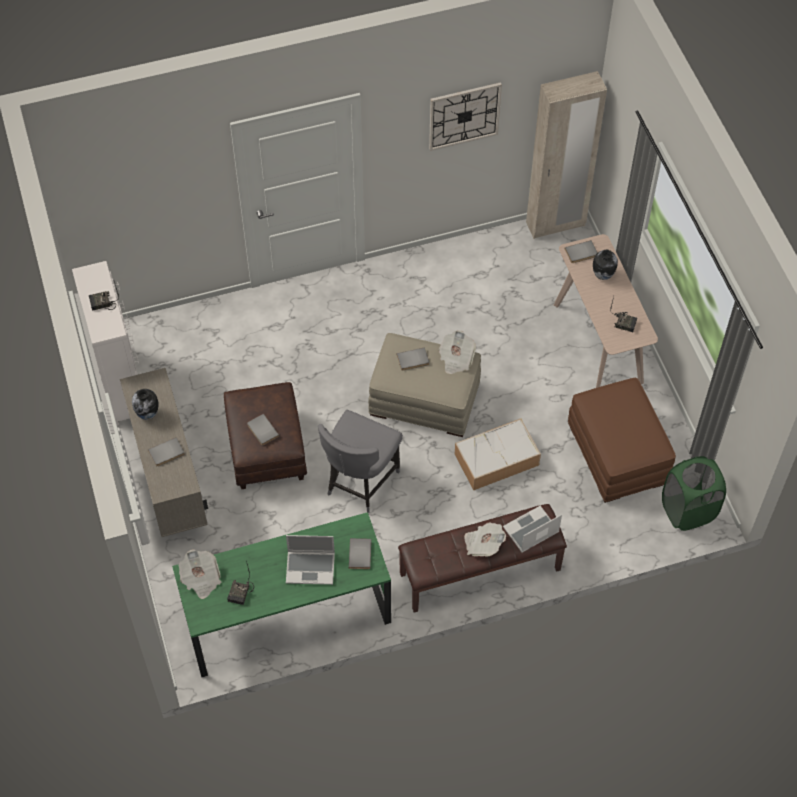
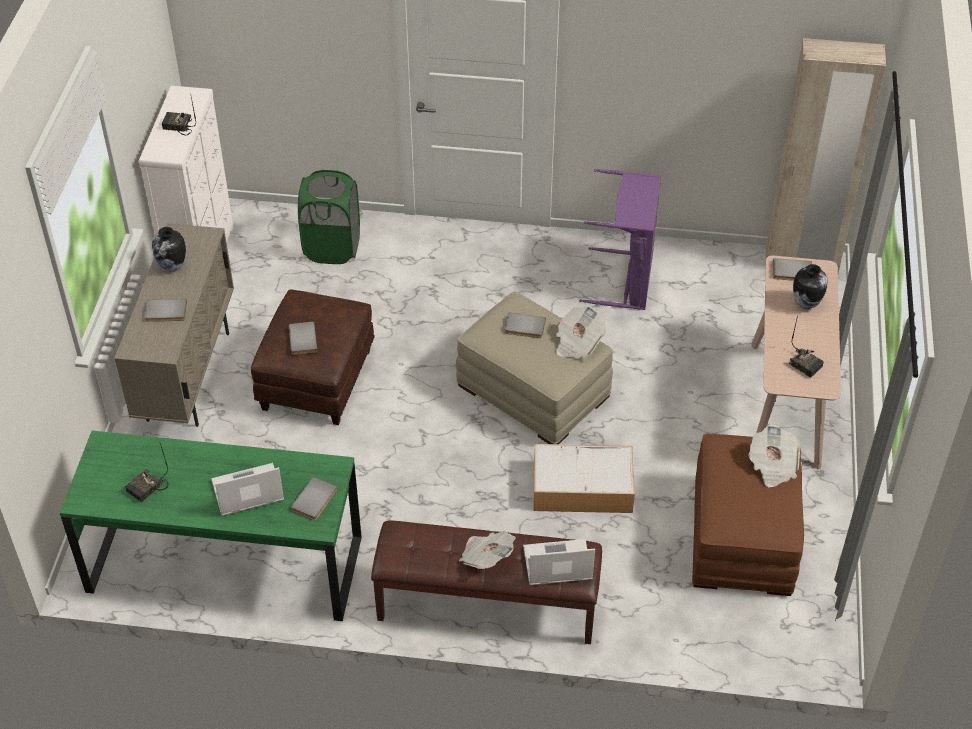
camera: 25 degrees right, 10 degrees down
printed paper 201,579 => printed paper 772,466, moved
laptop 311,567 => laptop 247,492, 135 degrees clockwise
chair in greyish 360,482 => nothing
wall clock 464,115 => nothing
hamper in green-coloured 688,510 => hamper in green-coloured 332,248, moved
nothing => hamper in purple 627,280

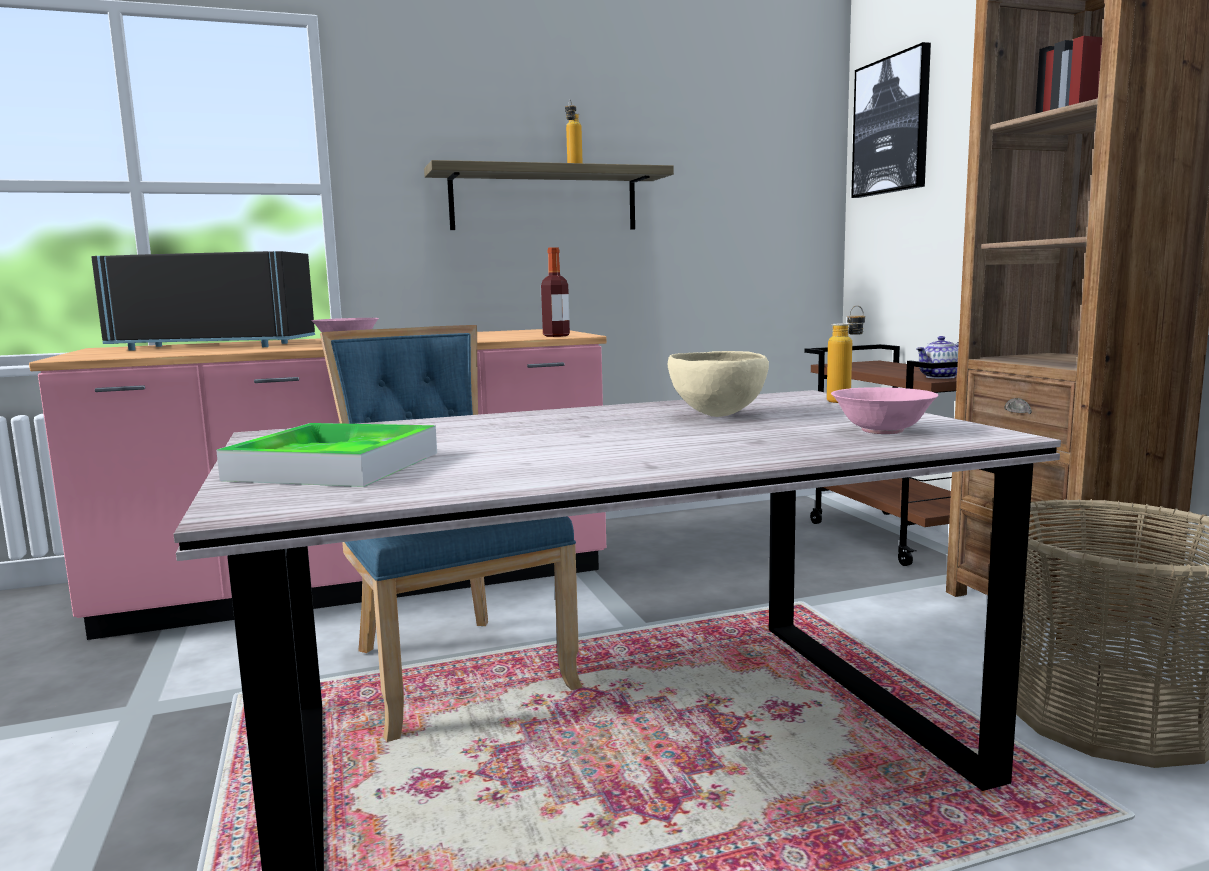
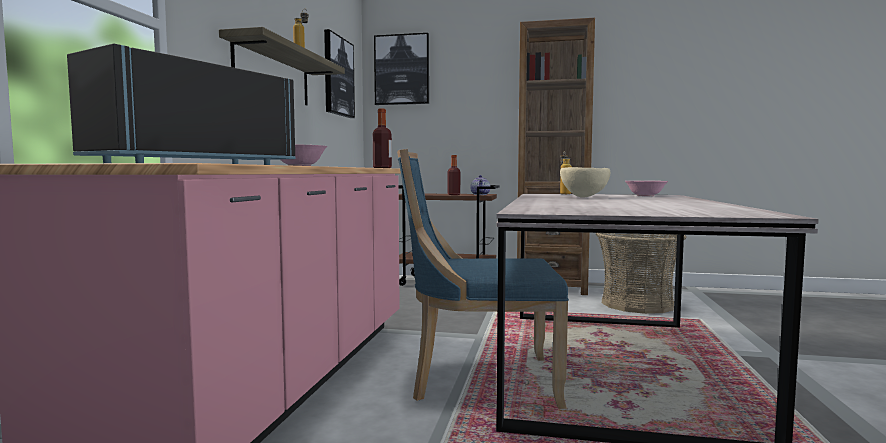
camera: 60 degrees left, 5 degrees down
tray 335,466 => nothing
nothing => picture 338,76
nothing => beverage bottle 453,194

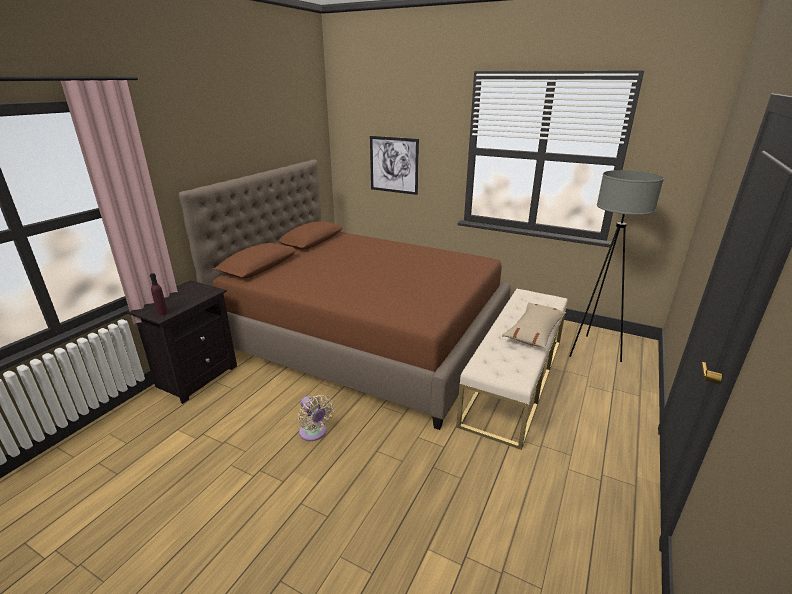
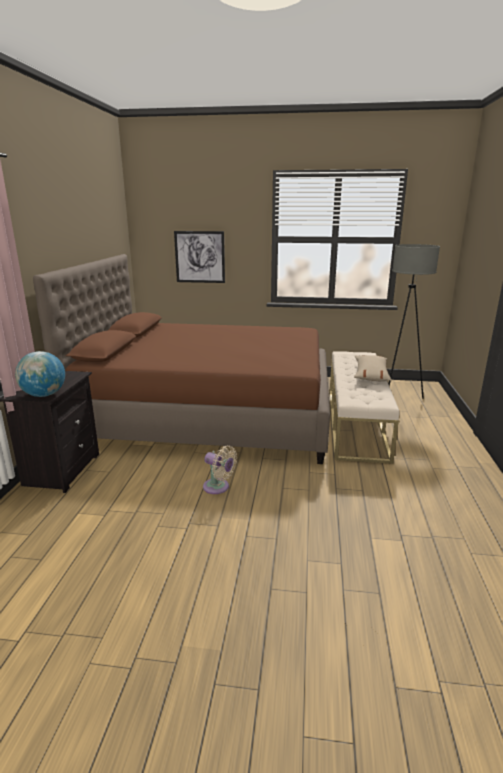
camera: 20 degrees left, 5 degrees down
beverage bottle in purple 162,313 => globe 44,395

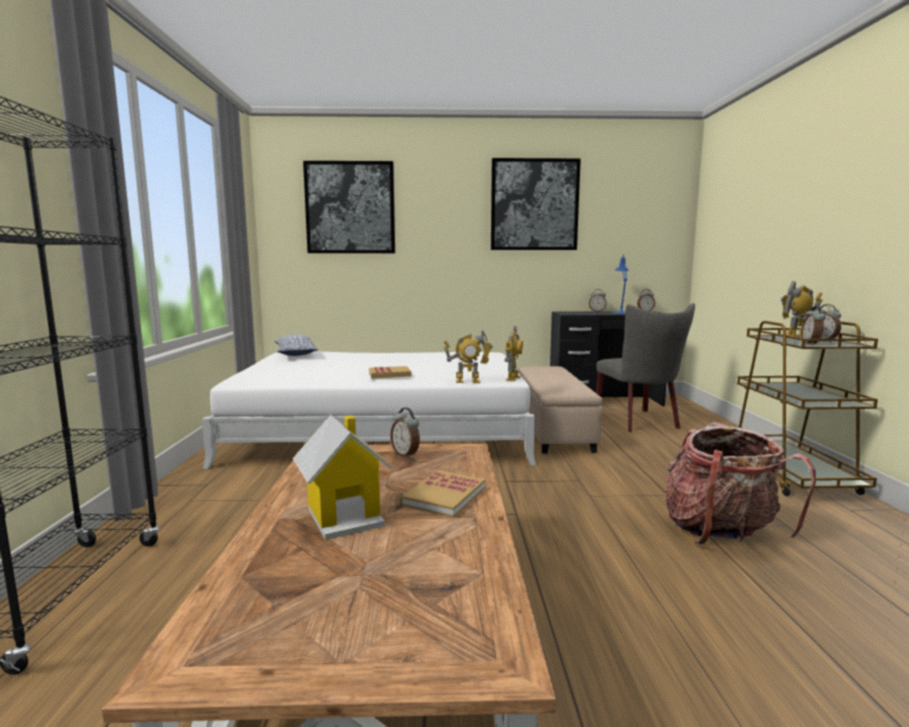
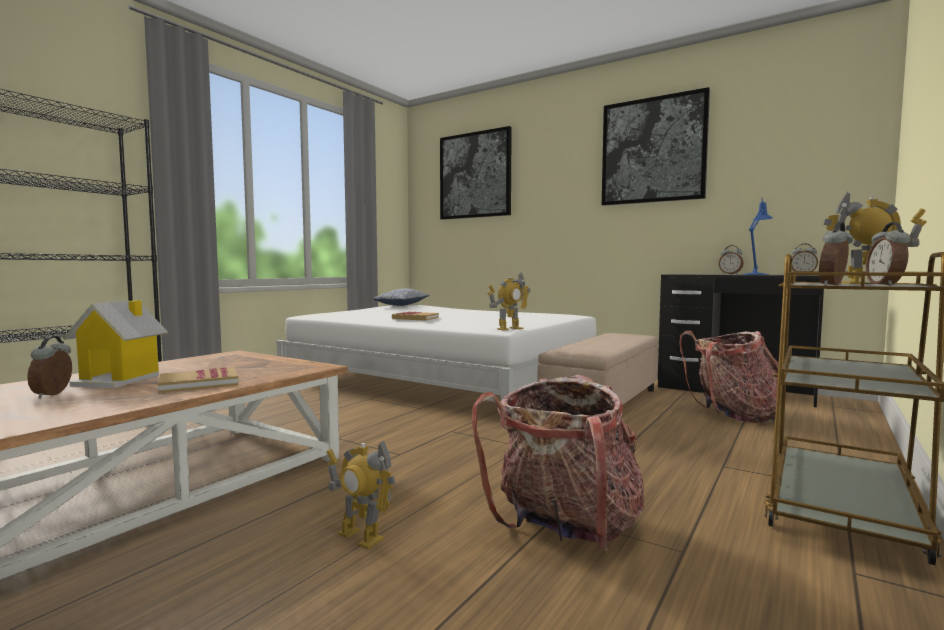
camera: 35 degrees right, 5 degrees down
bedside clock 406,454 => bedside clock 54,394, moved
model robot 467,381 => model robot 360,537, moved
chair in greyish 639,422 => backpack 734,415

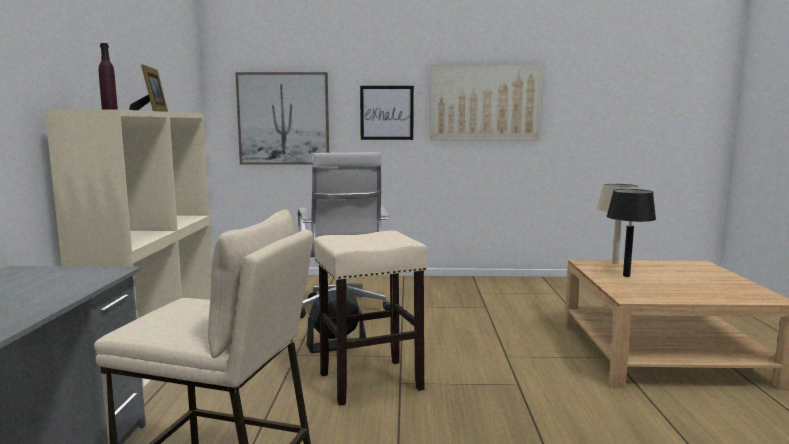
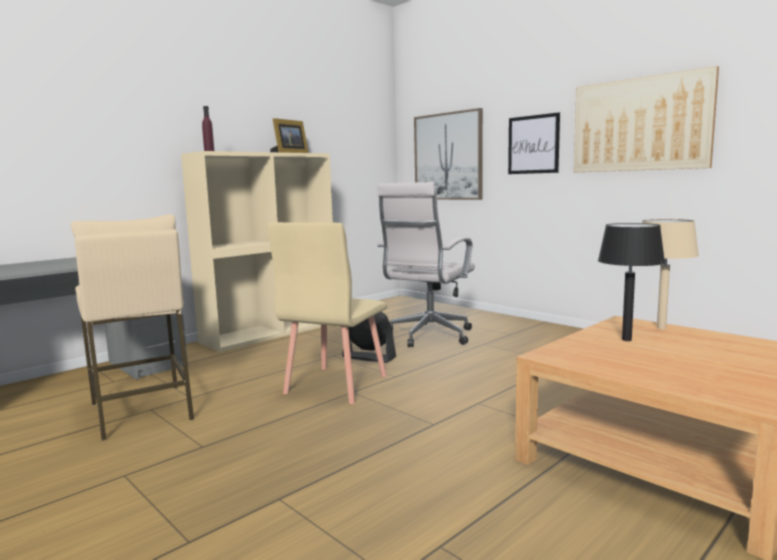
camera: 45 degrees right, 0 degrees up
sitting stool in beige 369,382 => chair in beige 335,385

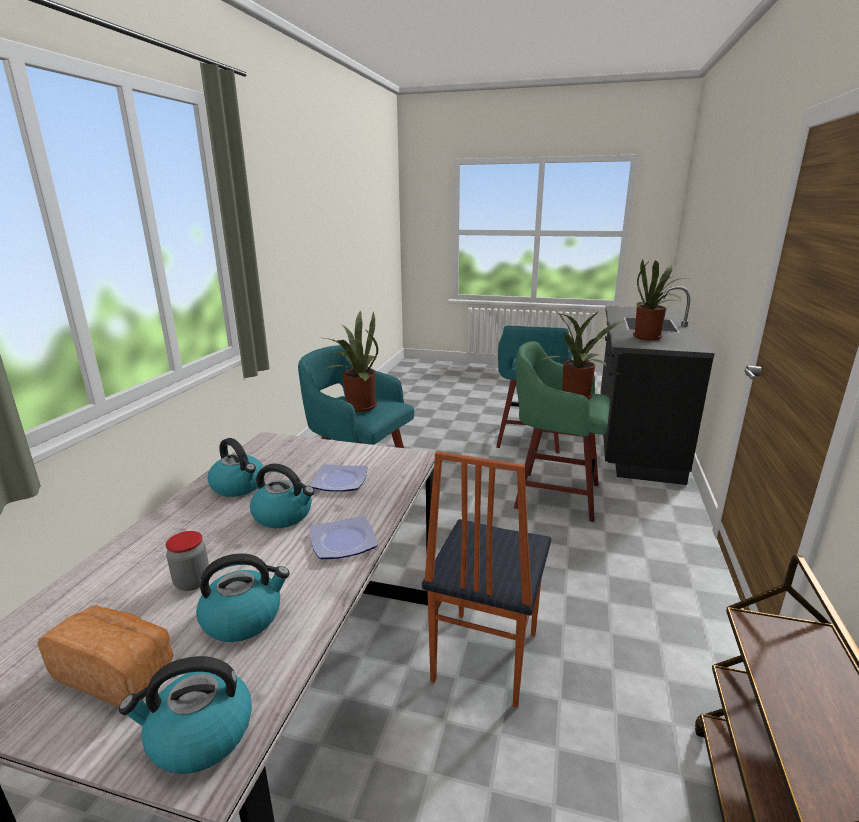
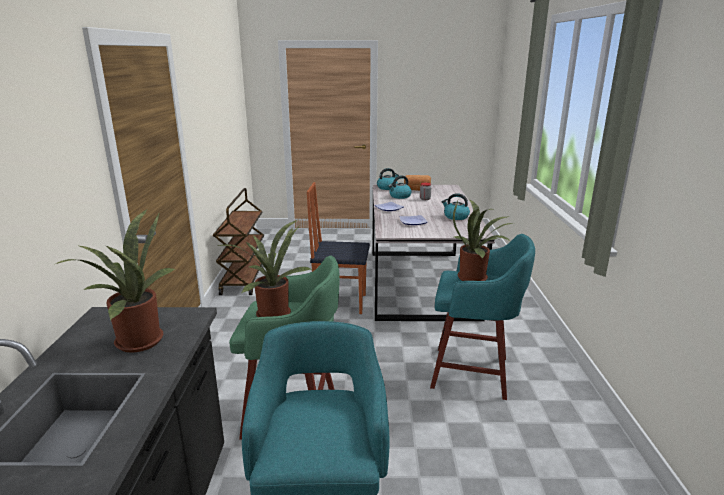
camera: 165 degrees right, 0 degrees up
kettle 284,515 => nothing
chair 483,656 => chair 340,302, 90 degrees counterclockwise

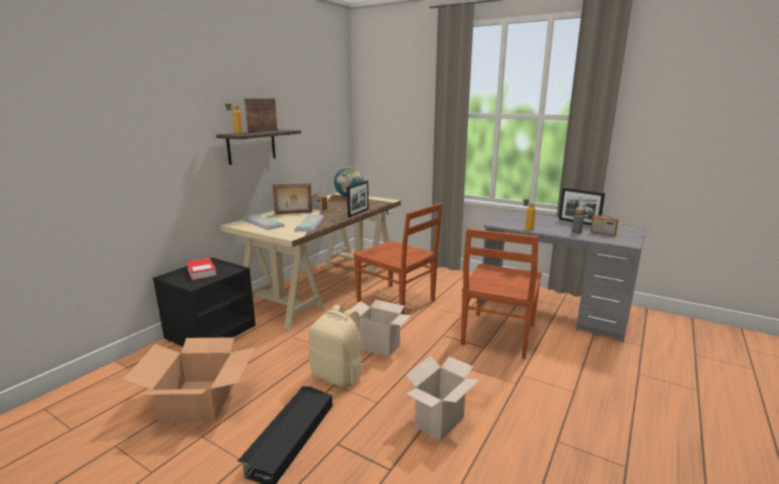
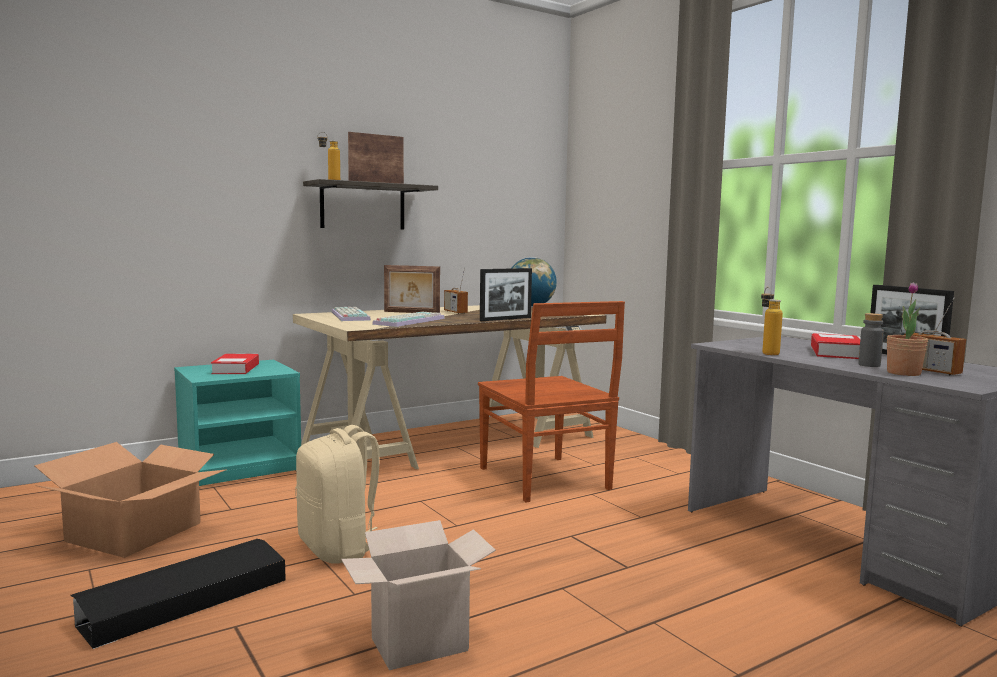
camera: 25 degrees right, 10 degrees down
bedside table in black-coloured 211,332 => bedside table in blue-green 240,466
cardboard box 381,346 => nothing
chair in brown-coloured 498,335 => nothing
nothing => volume 836,352
nothing => potted plant 903,373

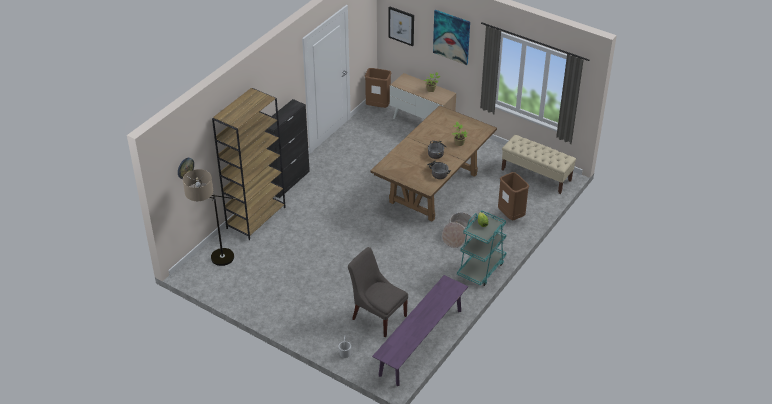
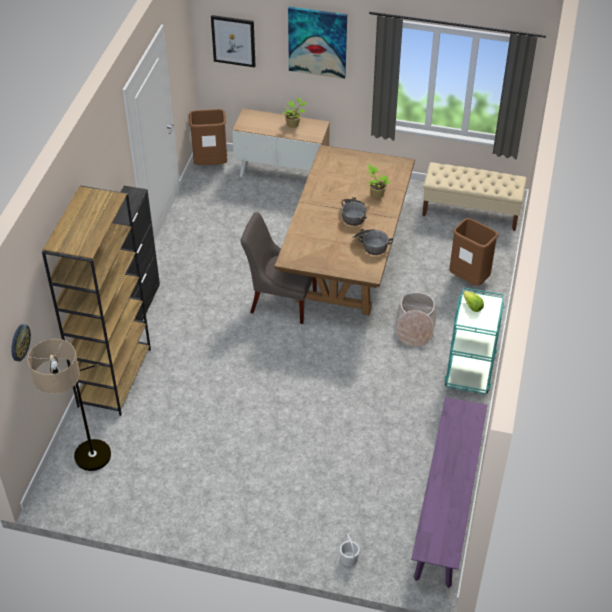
camera: 20 degrees left, 5 degrees up
chair in greyish 377,316 => chair in greyish 280,300, moved

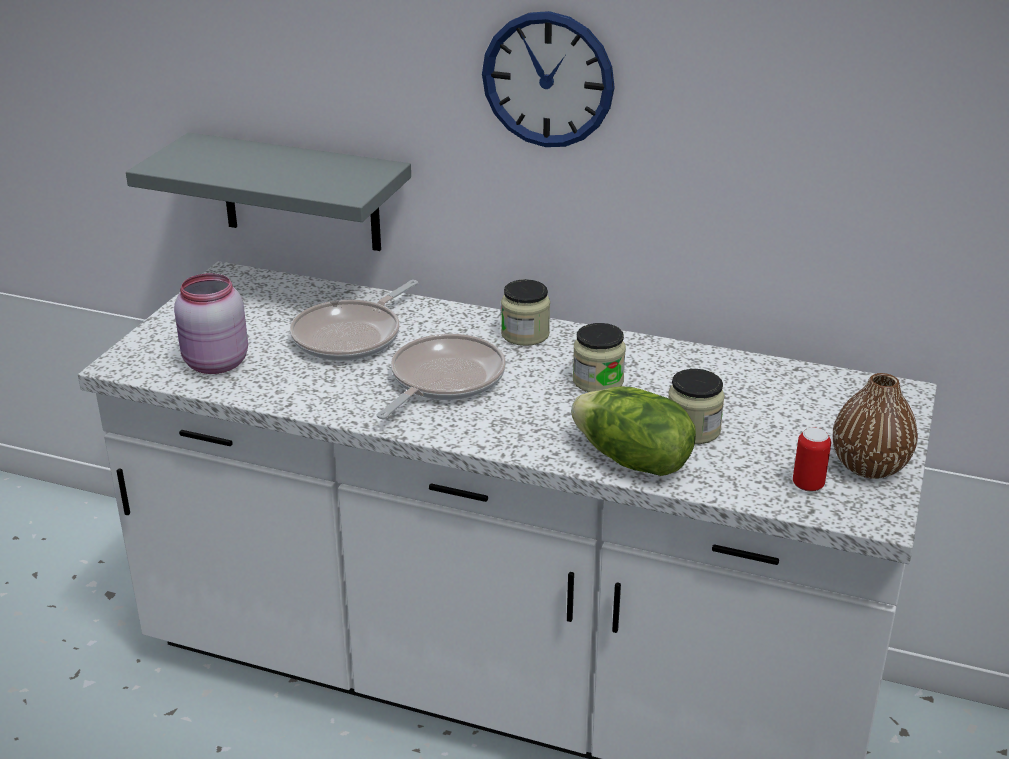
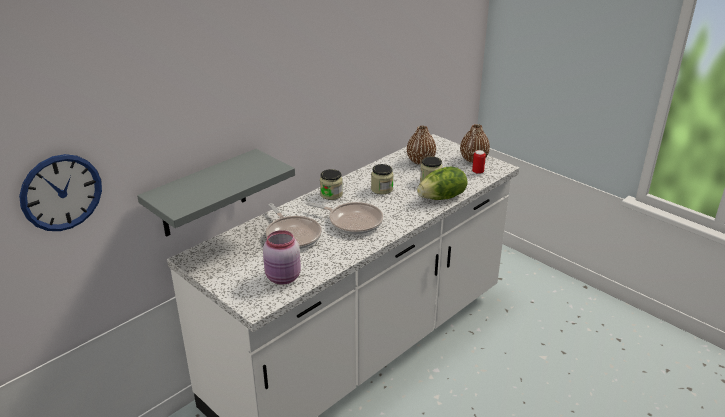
camera: 65 degrees left, 0 degrees up
pan 443,380 => pan 352,221, 150 degrees clockwise
wall clock 548,80 => wall clock 61,192, moved
nothing => decorative vase in brown-coloured 420,161

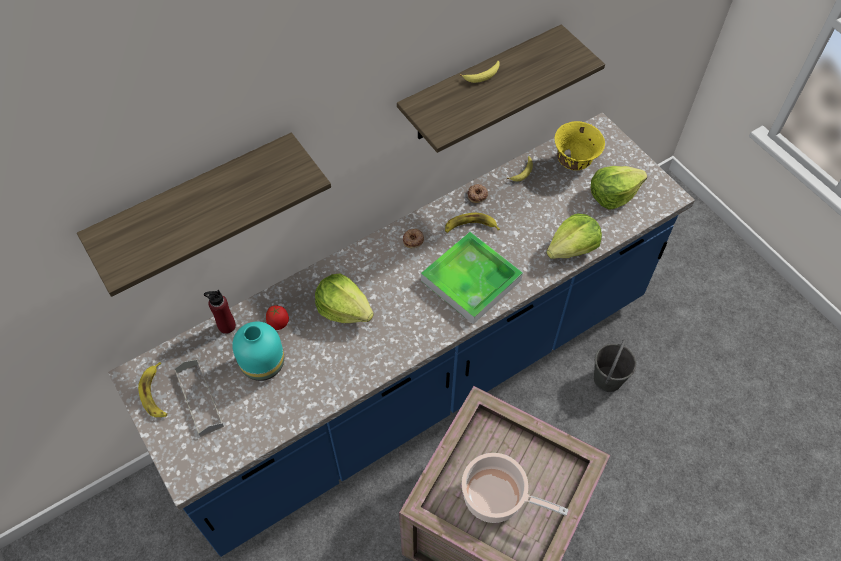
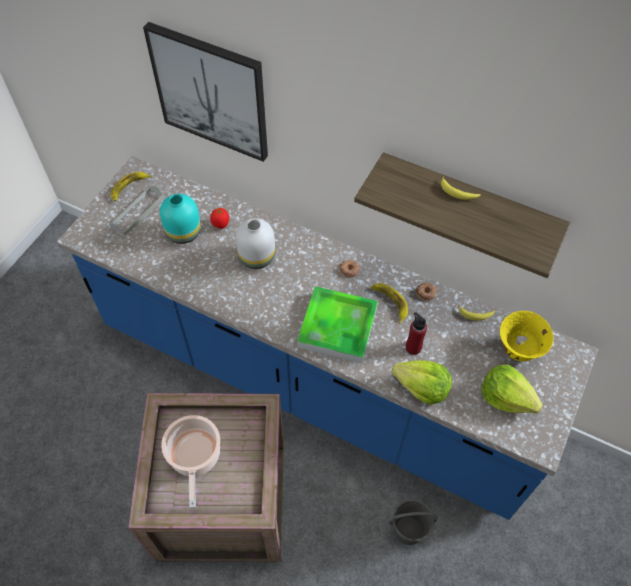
camera: 60 degrees right, 0 degrees up
bracket shelf 196,203 => picture 211,92
beverage bottle in red 226,326 => beverage bottle in red 413,347, moved
lettuce 344,309 => decorative vase in white-coloured 258,256

